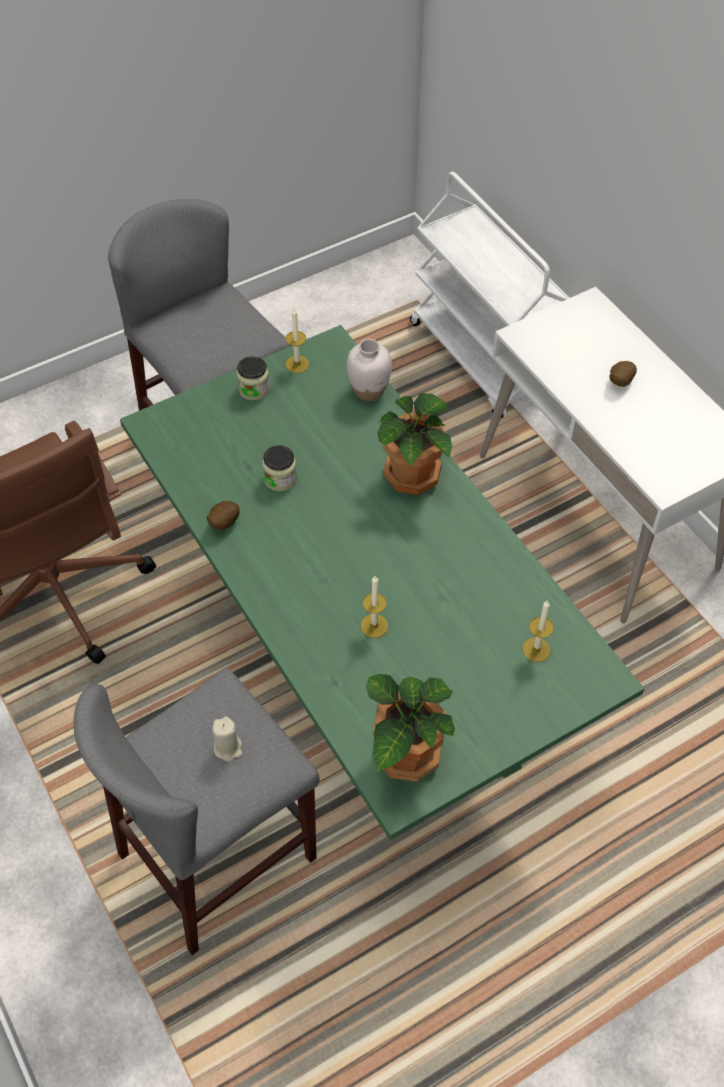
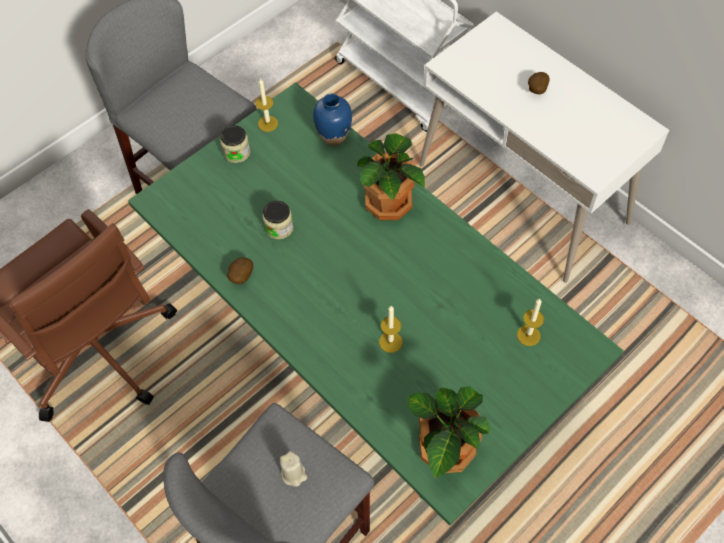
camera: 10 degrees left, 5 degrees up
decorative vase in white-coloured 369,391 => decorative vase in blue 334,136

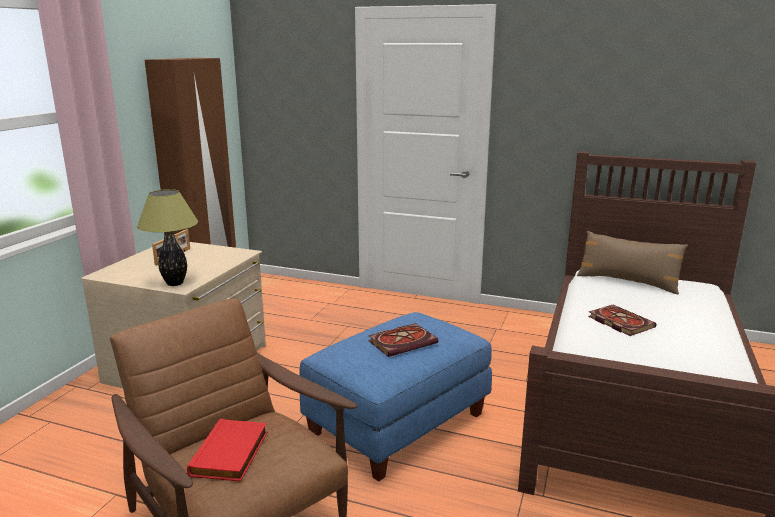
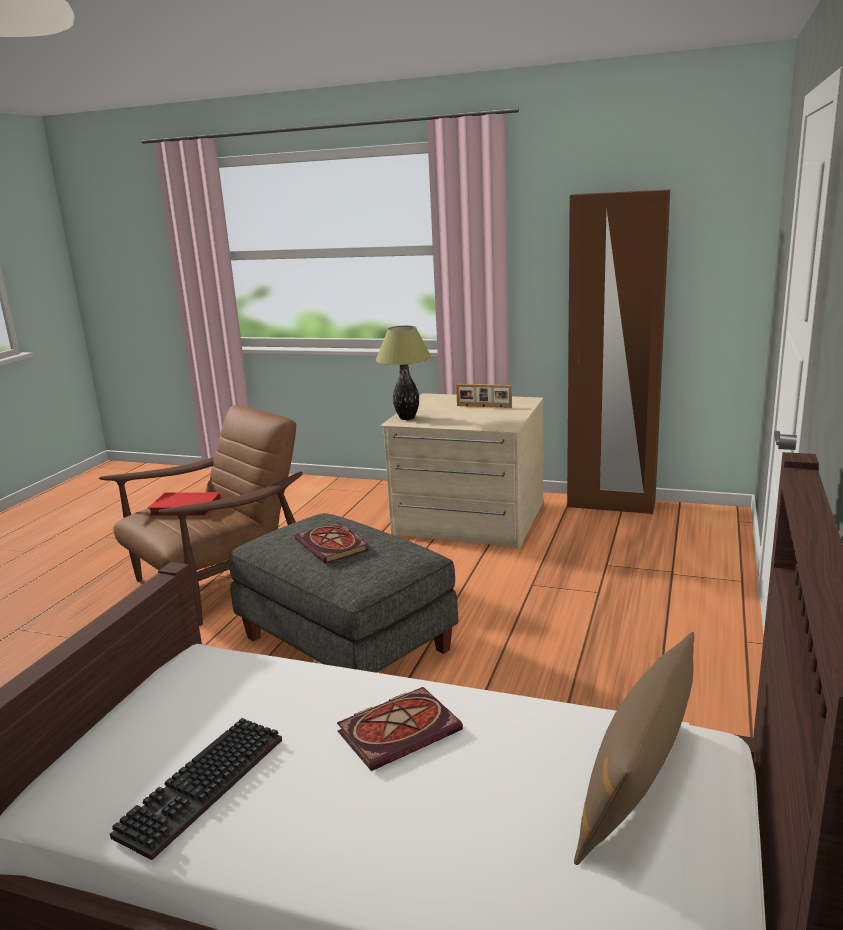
camera: 90 degrees right, 0 degrees up
footrest in blue 397,423 => footrest in greyish 348,643
nothing => PC keyboard 203,789

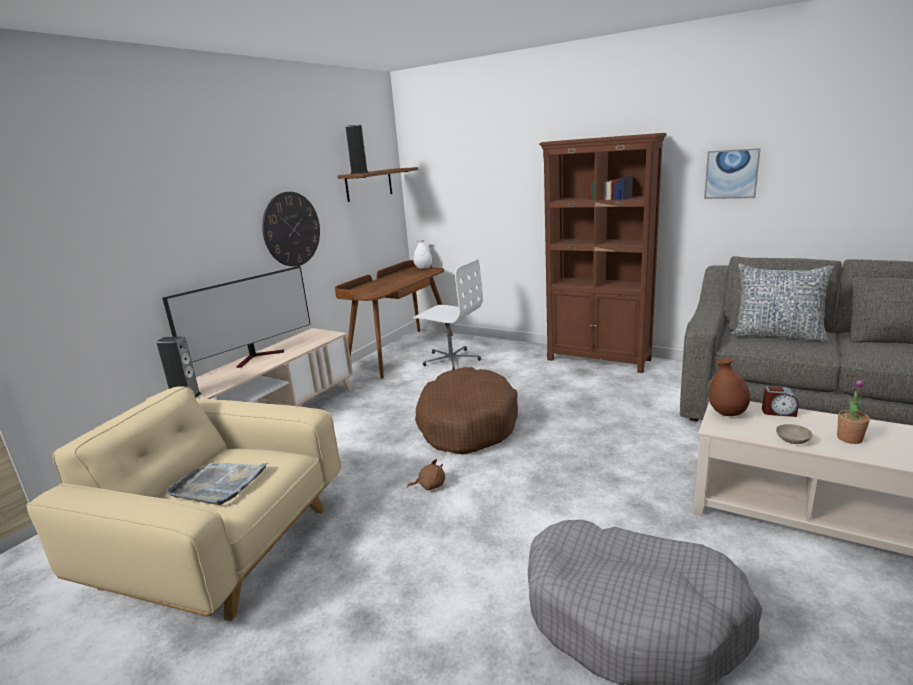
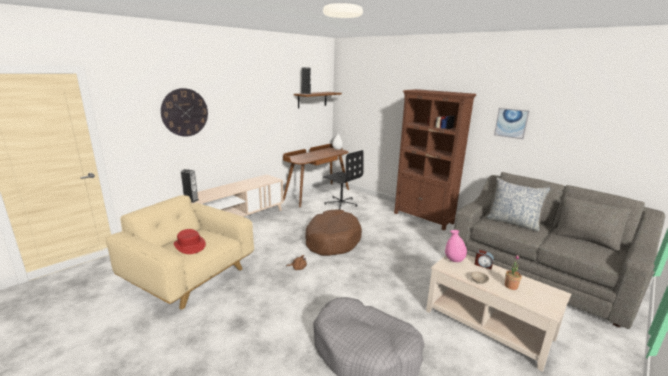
camera: 10 degrees right, 0 degrees up
TV set 258,357 => nothing
tray in greyish 218,484 => clothing hat in red 189,245
wall clock 291,229 => wall clock 185,112, moved
desk chair in white-coloured 451,359 => desk chair in black-coloured 341,203
decorative vase in brown-coloured 727,414 => decorative vase in pinkish 454,260

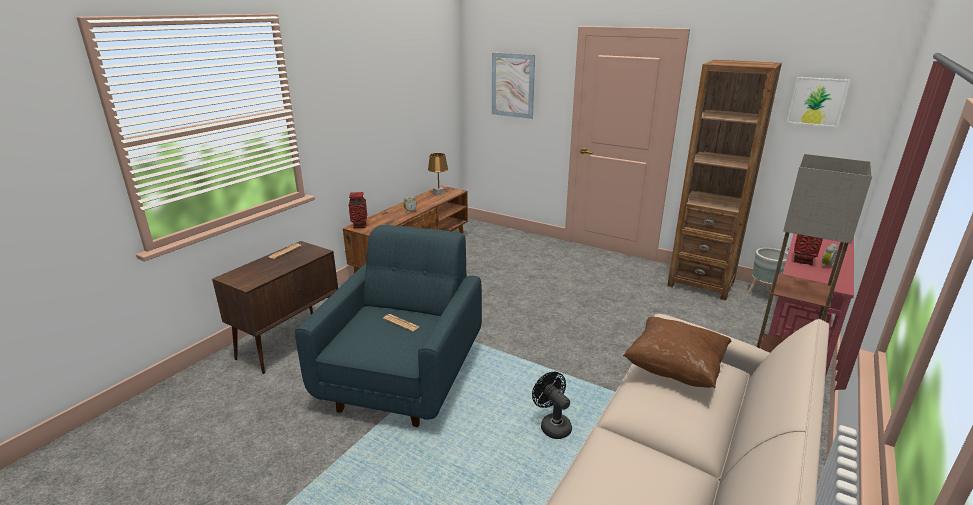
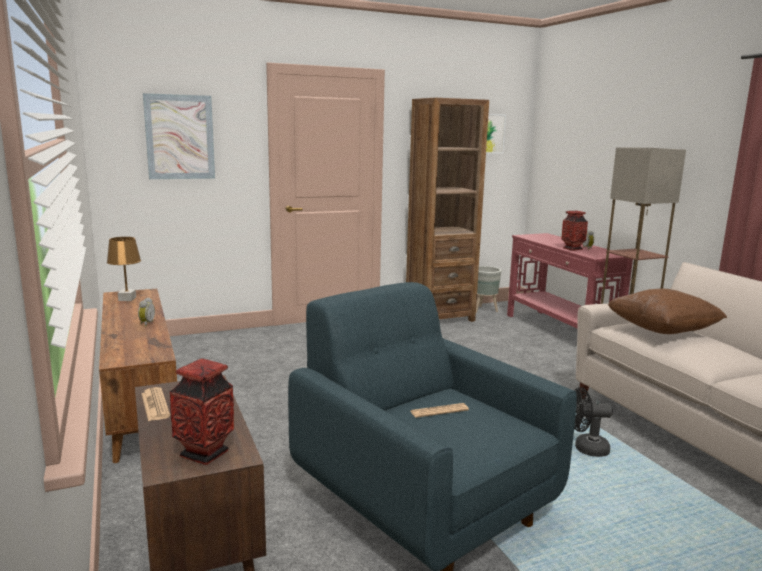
camera: 55 degrees left, 10 degrees down
decorative vase 359,226 => decorative vase 205,453, moved

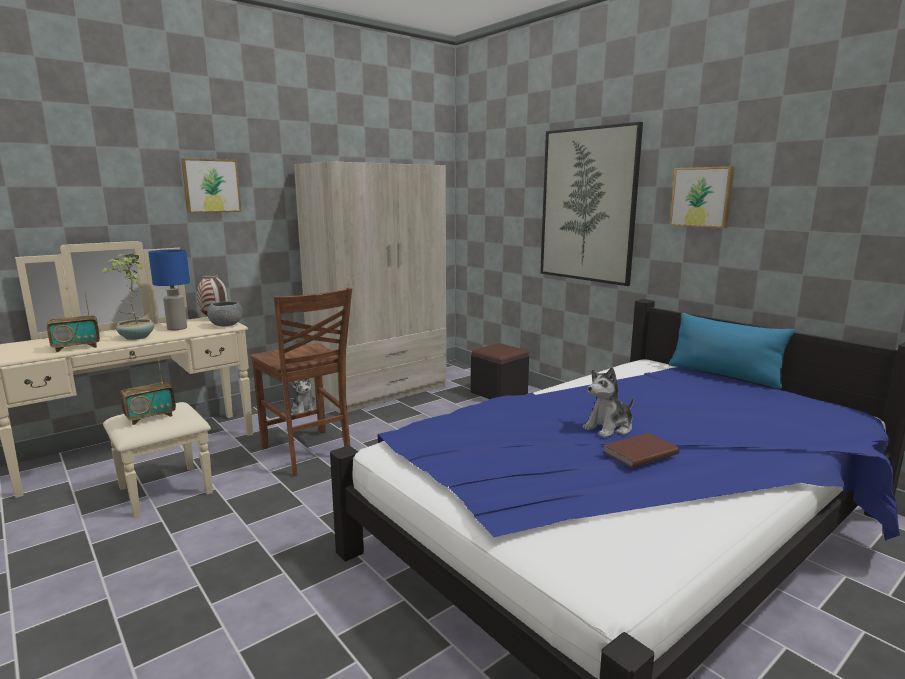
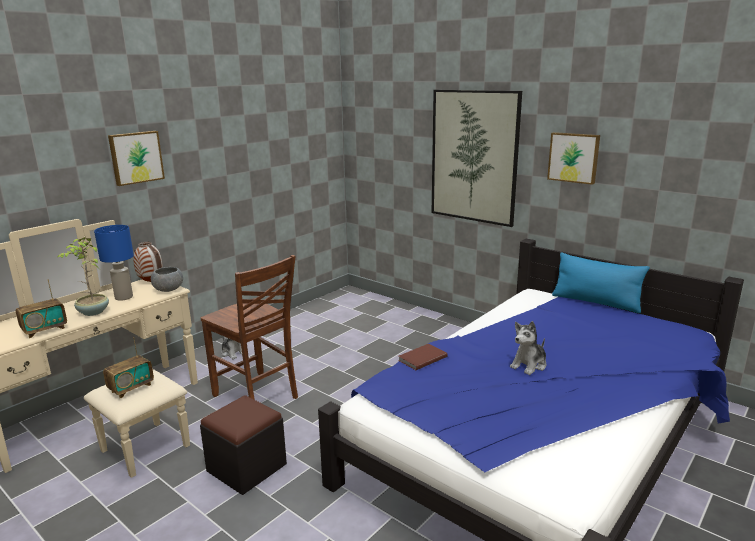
camera: 10 degrees left, 5 degrees up
clothes cupboard in beige 380,391 => nothing
footrest in black-coloured 499,393 => footrest in black-coloured 247,468, moved
volume in brown-coloured 638,452 => volume in brown-coloured 421,358, moved

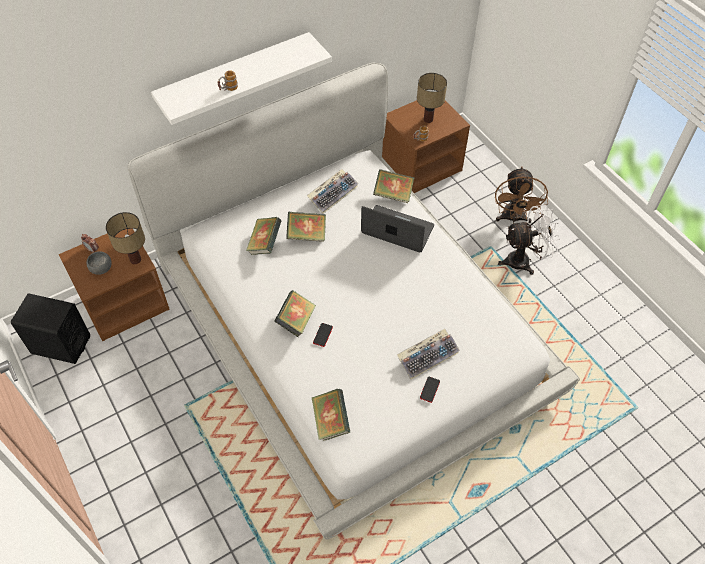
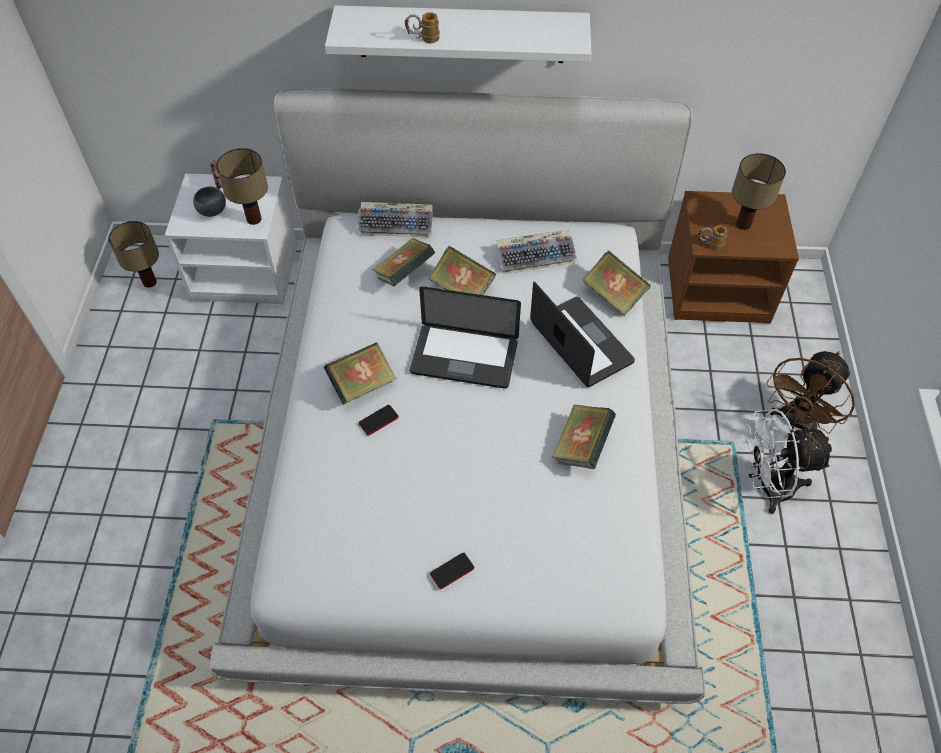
camera: 35 degrees right, 0 degrees up
loudspeaker in black-coloured 61,344 => tabletop lamp 150,281
bedside table in brown-coloured 125,302 => bedside table in white-coloured 246,271
volume 330,421 => volume 581,447, moved
PC keyboard 428,356 => PC keyboard 397,224, moved
electric fan in white-coloured 524,260 => electric fan in white-coloured 767,487, 150 degrees clockwise
nothing => laptop 464,357

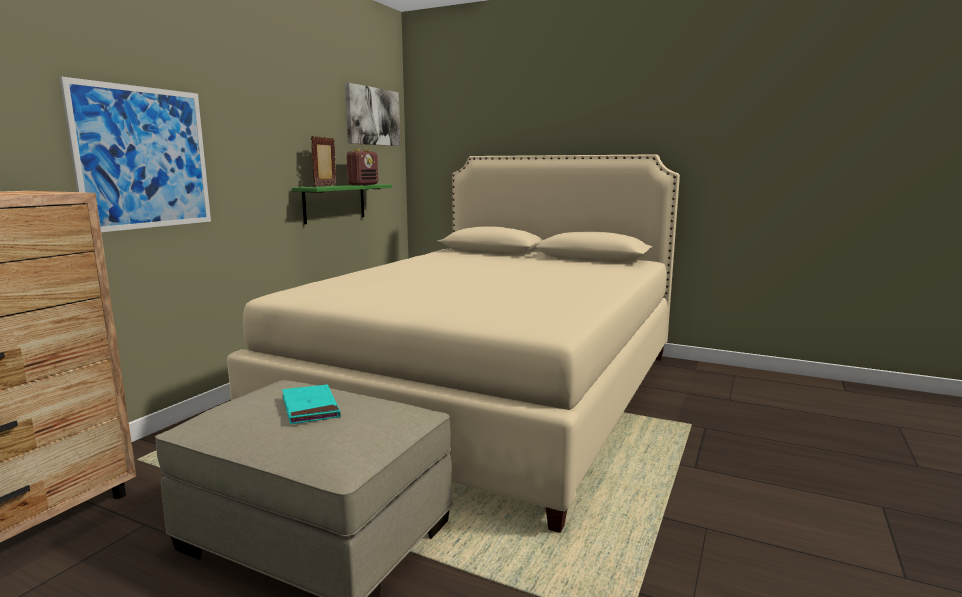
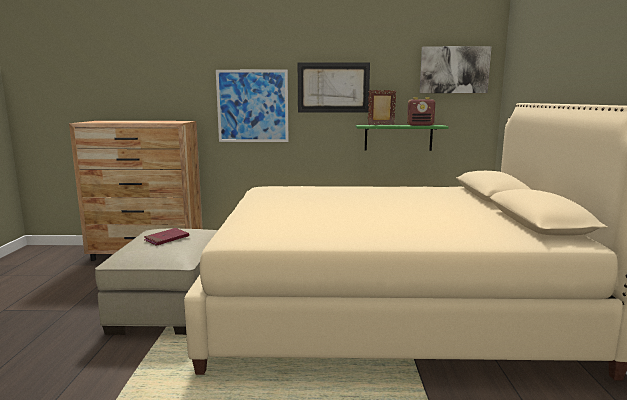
camera: 65 degrees right, 0 degrees up
volume in blue-green 310,407 => volume in red 166,239
nothing => picture 333,87

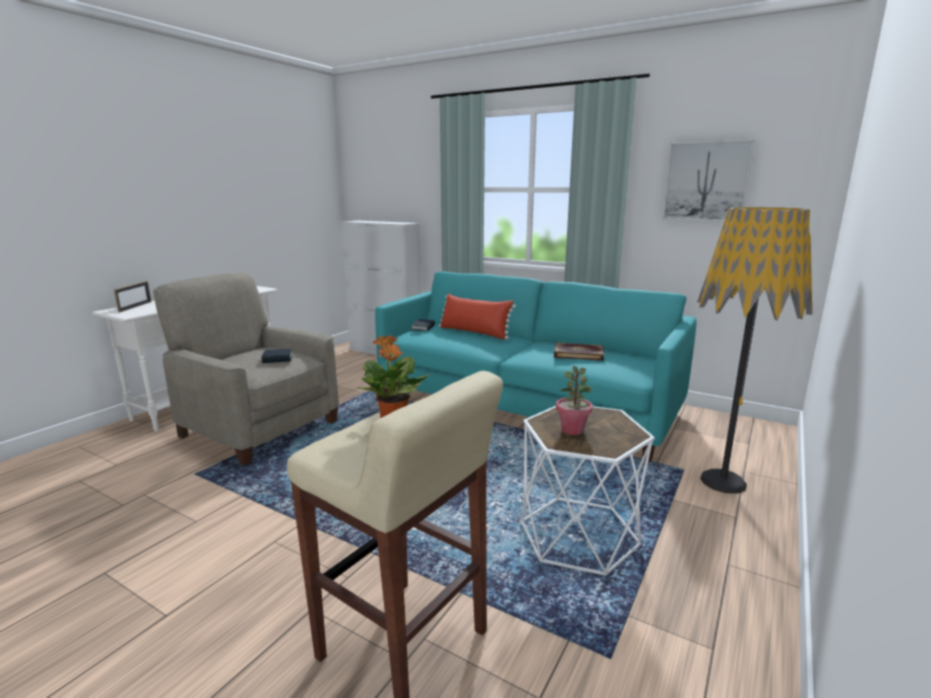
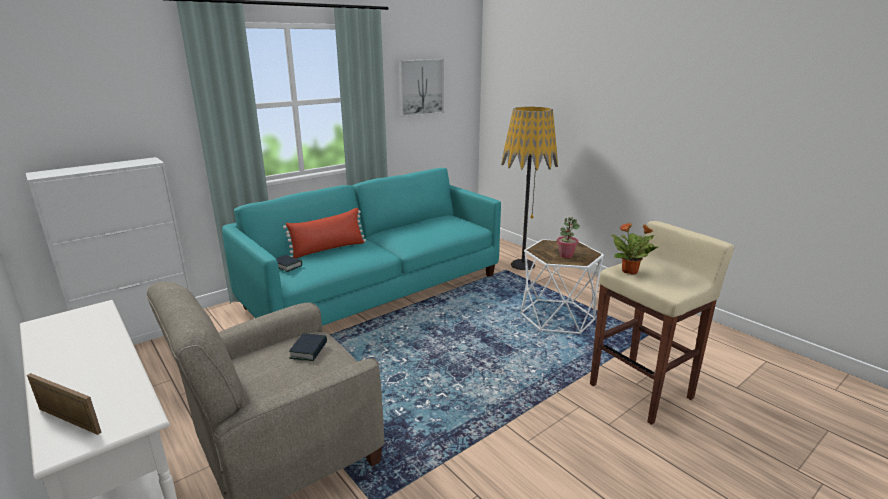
camera: 70 degrees left, 5 degrees up
volume 578,353 => nothing

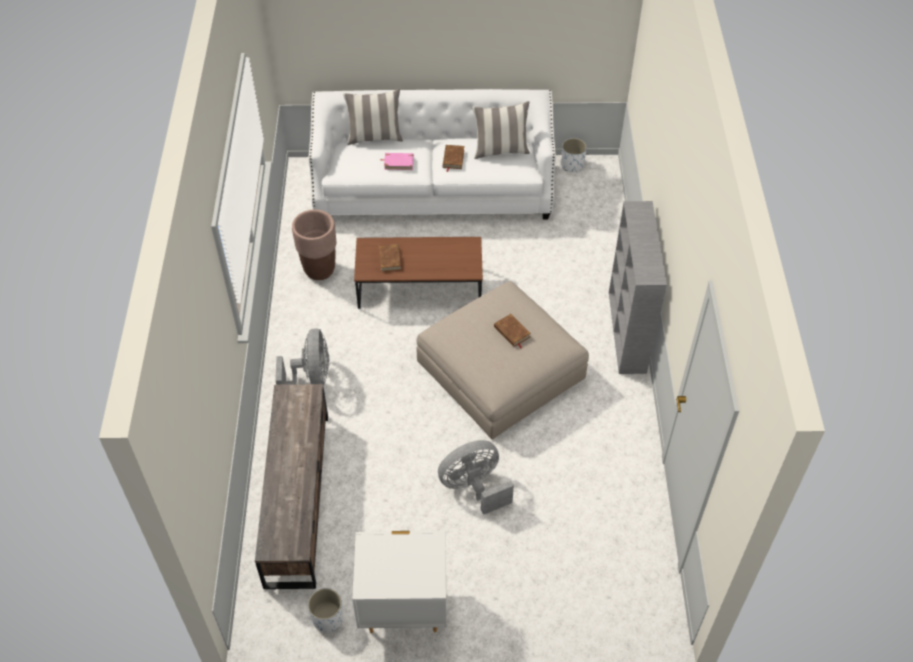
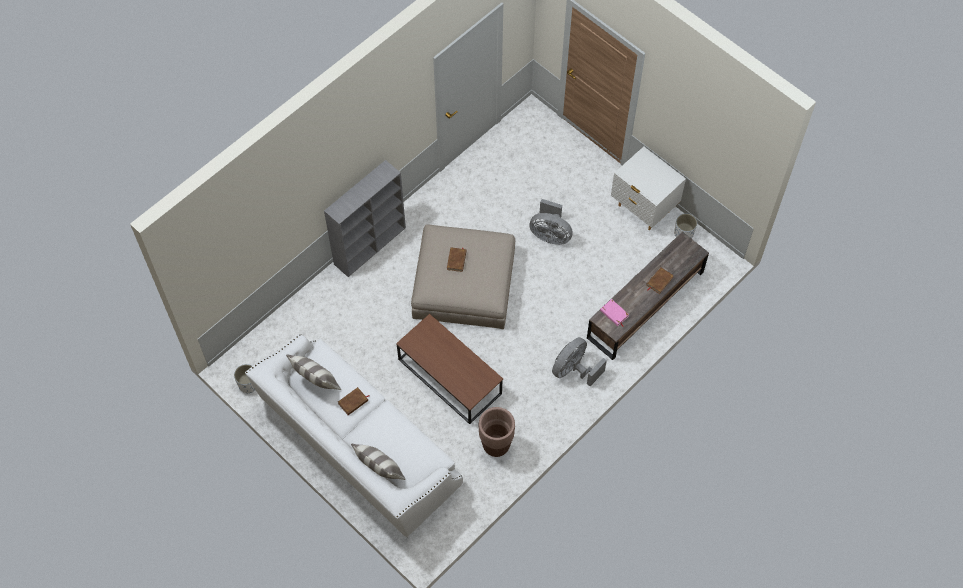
camera: 135 degrees left, 10 degrees up
volume in brown-coloured 390,259 => volume in brown-coloured 659,281, moved
volume in pinkish 398,163 => volume in pinkish 614,314, moved

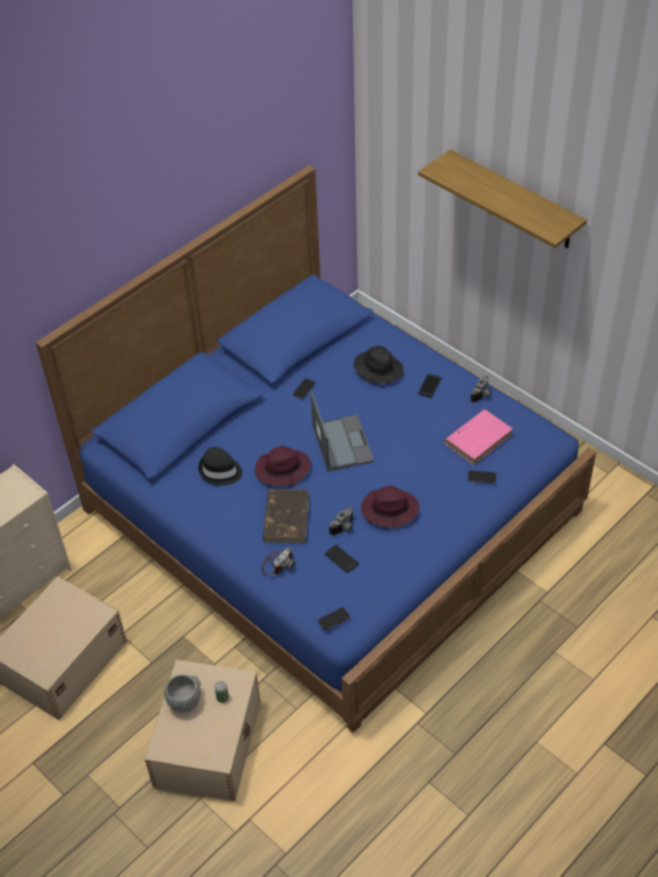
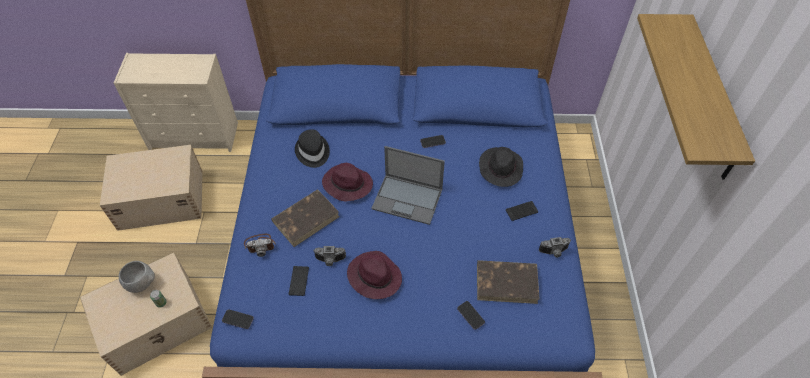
camera: 45 degrees right, 5 degrees up
laptop 342,442 => laptop 408,199, 75 degrees clockwise
volume in pinkish 478,438 => volume in brown-coloured 507,283

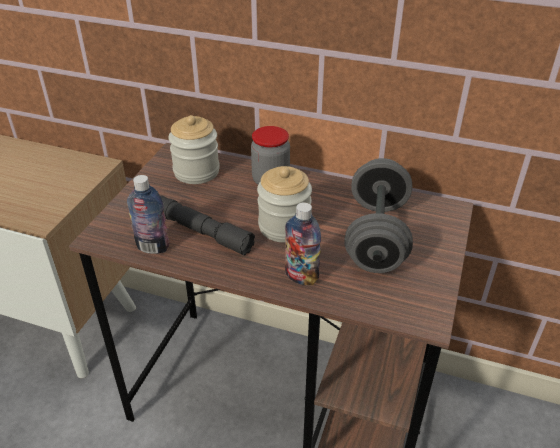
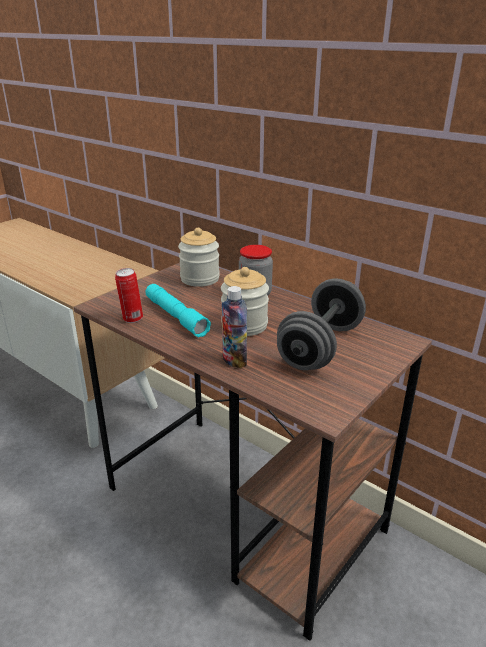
camera: 20 degrees right, 10 degrees down
beverage bottle 153,247 => metal can 131,319
hand torch in greyish 202,232 => hand torch in blue-green 176,316

